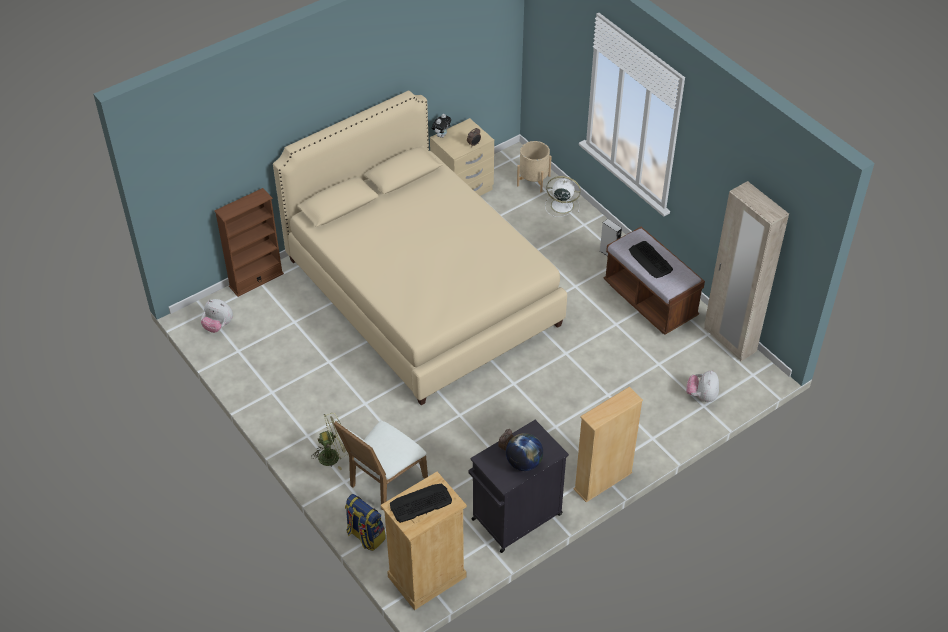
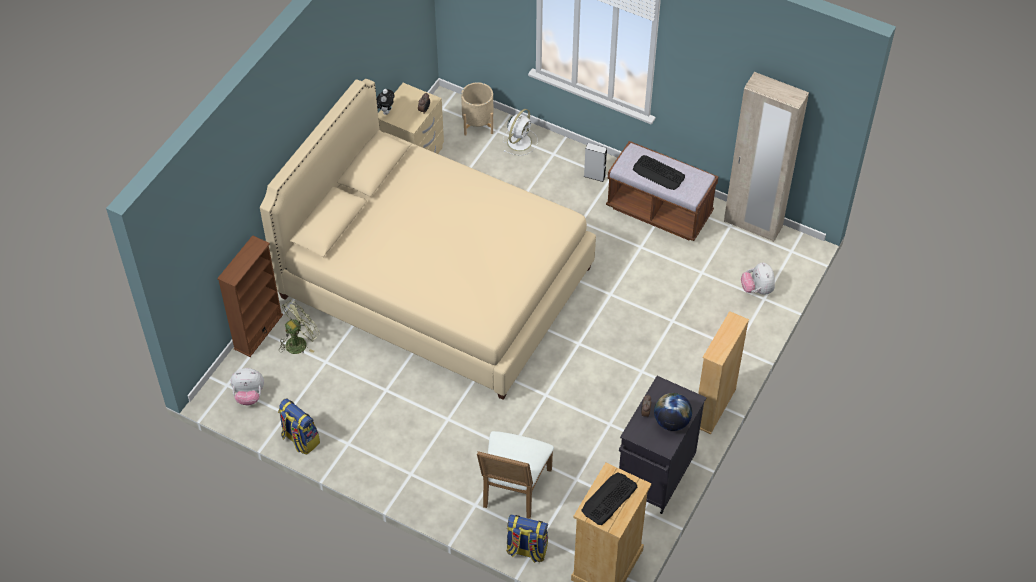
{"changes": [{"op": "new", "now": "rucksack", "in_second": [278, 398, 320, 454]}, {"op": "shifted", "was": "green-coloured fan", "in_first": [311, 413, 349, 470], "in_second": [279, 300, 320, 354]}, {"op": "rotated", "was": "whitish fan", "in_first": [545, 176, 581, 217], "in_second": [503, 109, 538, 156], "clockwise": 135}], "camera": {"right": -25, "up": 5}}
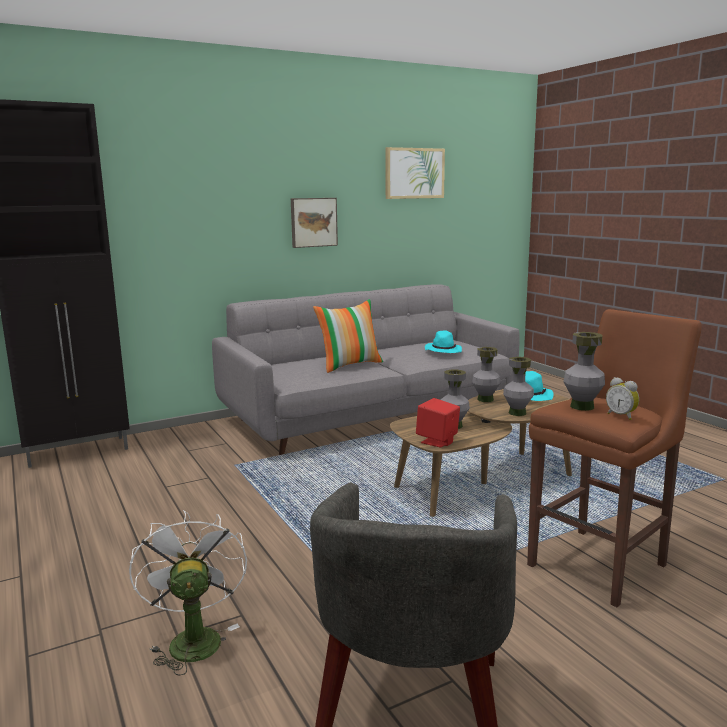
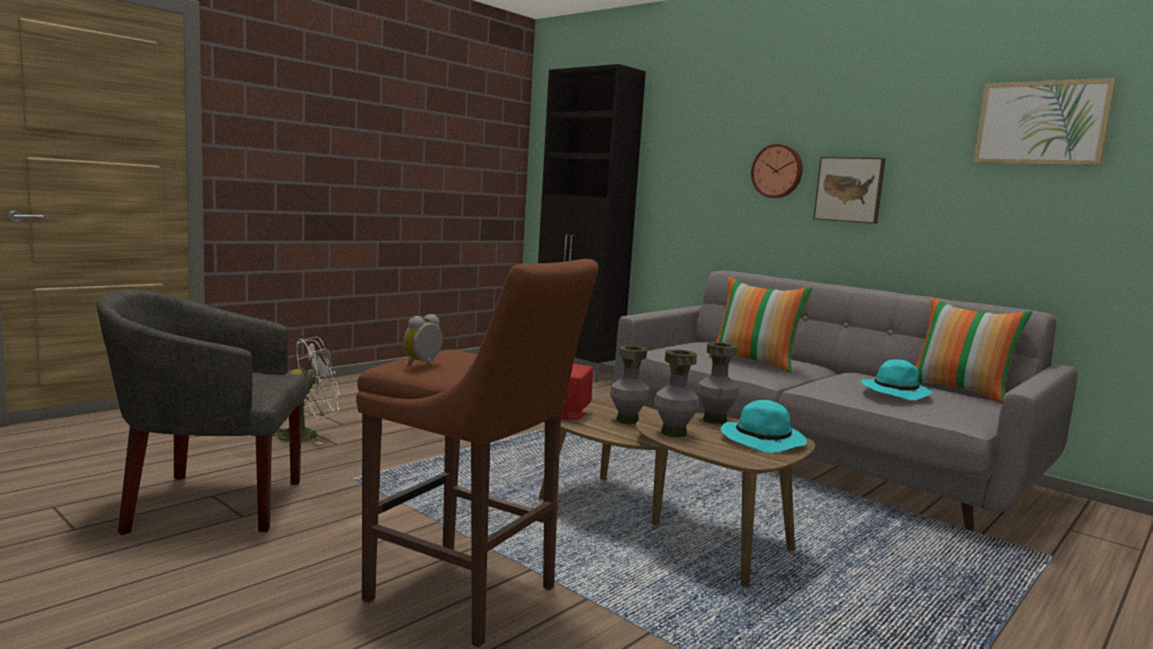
{"changes": [{"op": "gone", "was": "gray vase", "in_first": [563, 332, 605, 411]}, {"op": "new", "now": "hanging clock", "in_second": [751, 144, 803, 198]}, {"op": "new", "now": "pillow", "in_second": [915, 297, 1033, 404]}], "camera": {"right": 70, "up": -5}}
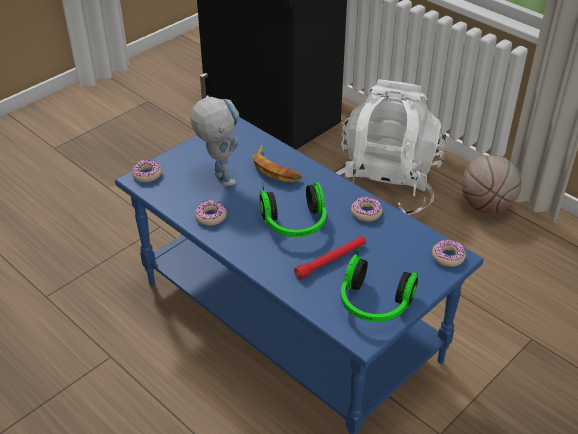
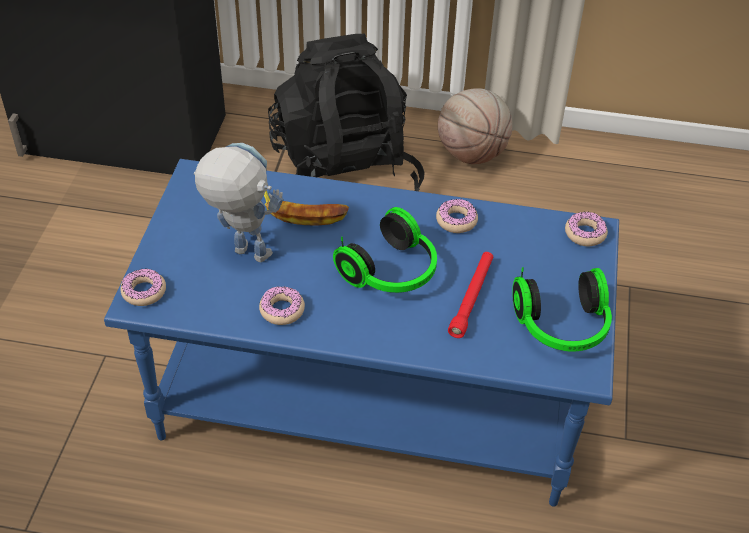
{"changes": [{"op": "repainted", "was": "whitish rucksack", "now": "black-coloured rucksack", "in_first": [335, 79, 447, 215], "in_second": [268, 34, 424, 191]}], "camera": {"right": -35, "up": 5}}
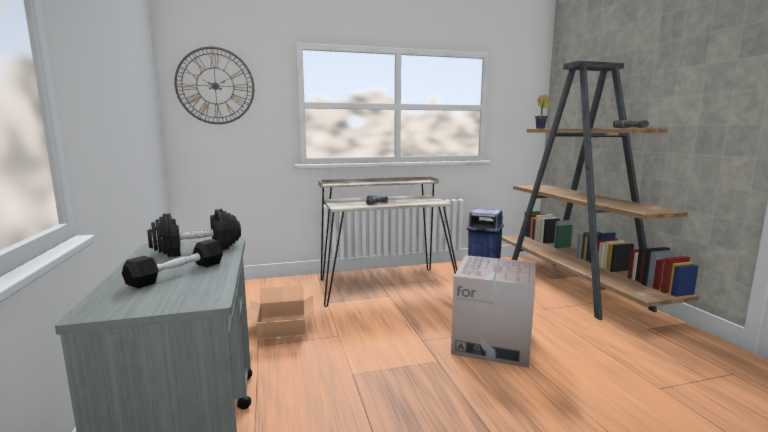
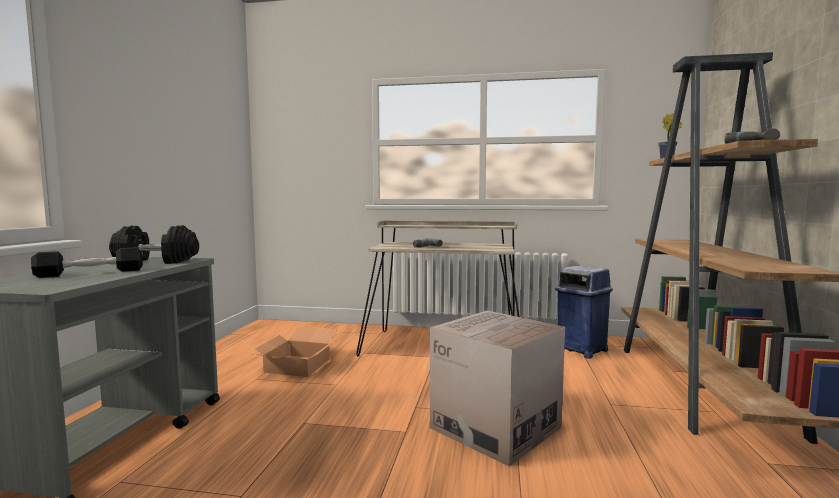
{"changes": [{"op": "gone", "was": "hanging clock", "in_first": [174, 47, 254, 124]}], "camera": {"right": 25, "up": -5}}
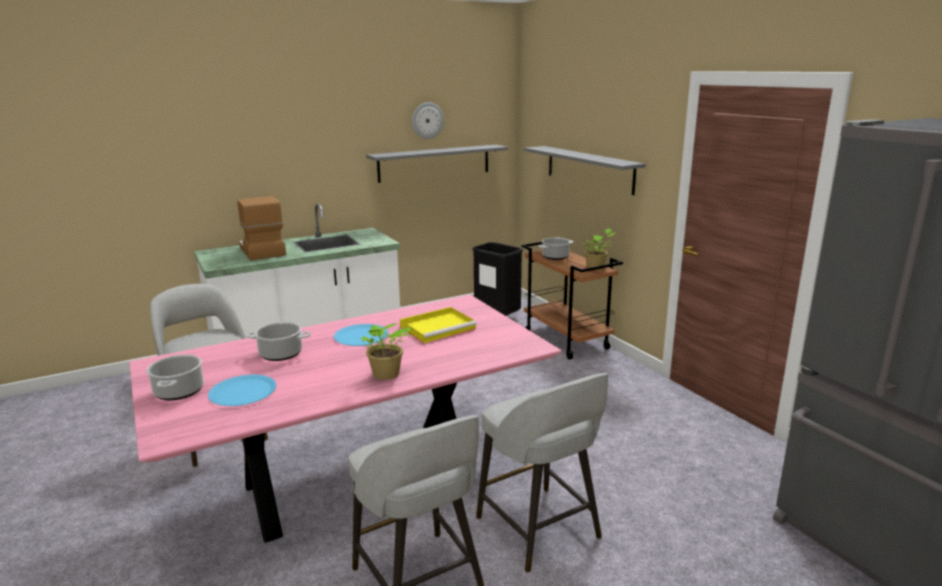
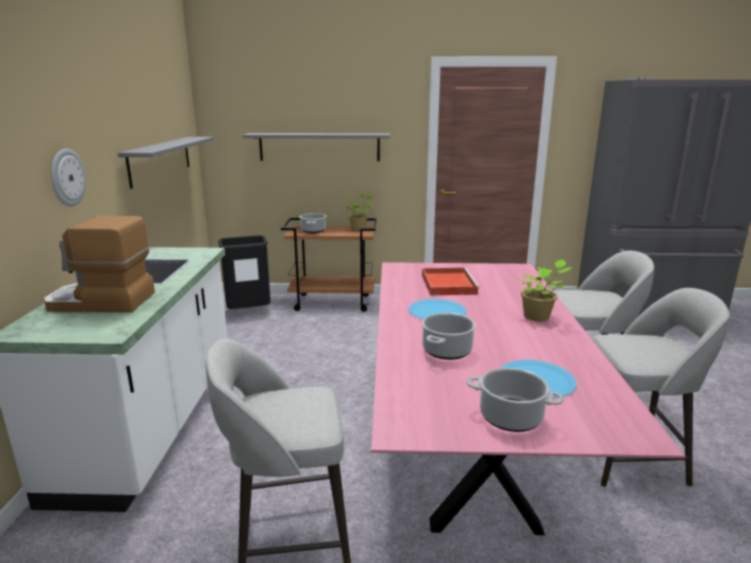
{"changes": [{"op": "shifted", "was": "hanging clock", "in_first": [412, 102, 444, 139], "in_second": [51, 149, 86, 207]}, {"op": "repainted", "was": "yellow-coloured serving tray", "now": "red-coloured serving tray", "in_first": [400, 307, 477, 343], "in_second": [422, 267, 480, 296]}], "camera": {"right": -60, "up": 0}}
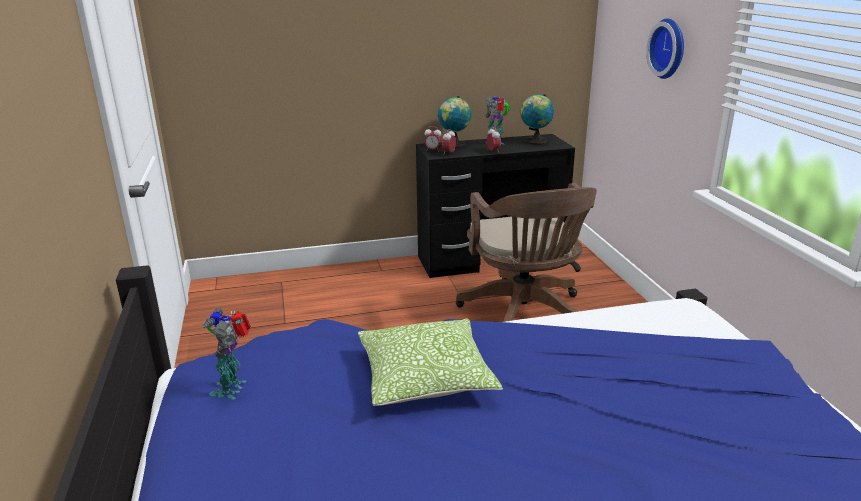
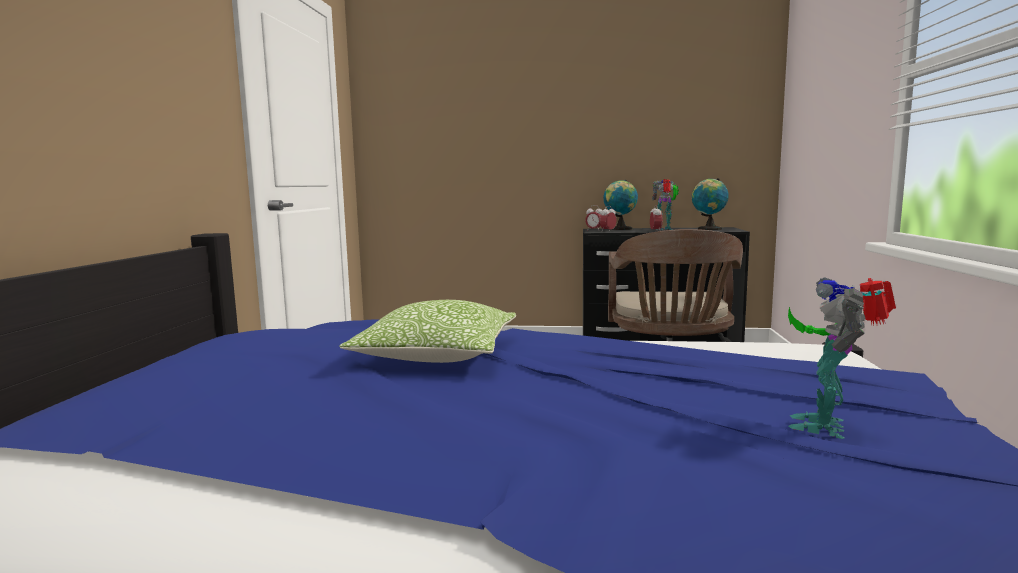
{"changes": [{"op": "gone", "was": "hanging clock", "in_first": [646, 18, 684, 79]}, {"op": "shifted", "was": "model robot", "in_first": [203, 307, 251, 400], "in_second": [788, 277, 896, 439]}], "camera": {"right": 20, "up": -15}}
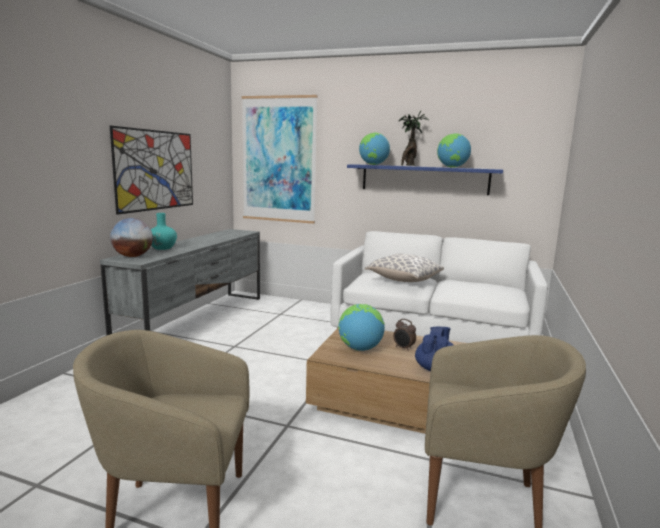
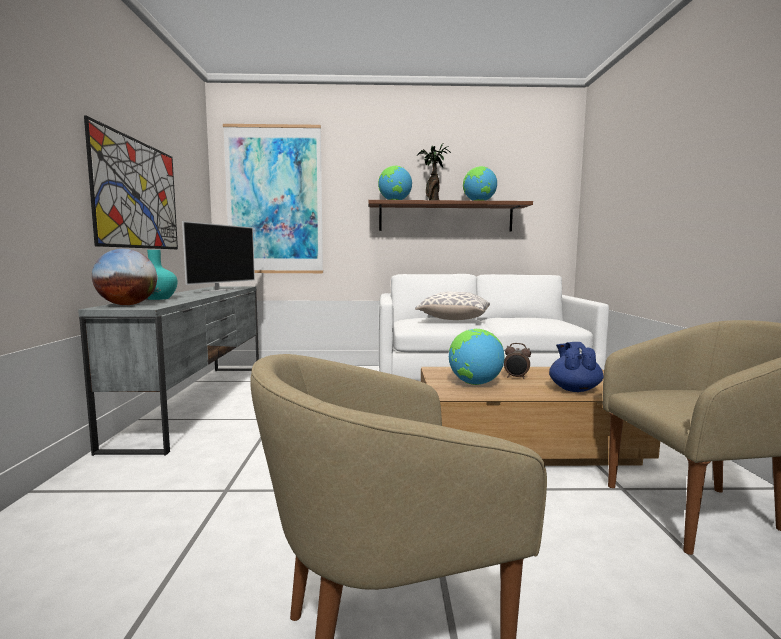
{"changes": [{"op": "new", "now": "TV set", "in_second": [182, 221, 255, 292]}, {"op": "repainted", "was": "blue-coloured bracket shelf", "now": "brown bracket shelf", "in_first": [347, 164, 503, 195], "in_second": [369, 200, 533, 232]}], "camera": {"right": -20, "up": -5}}
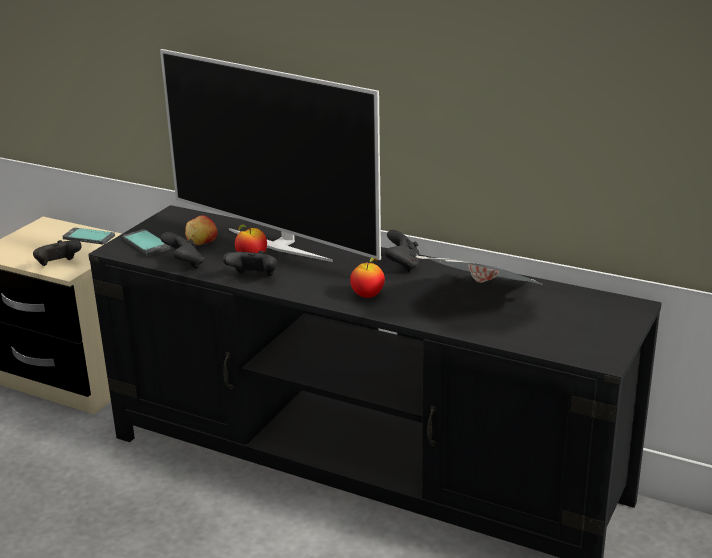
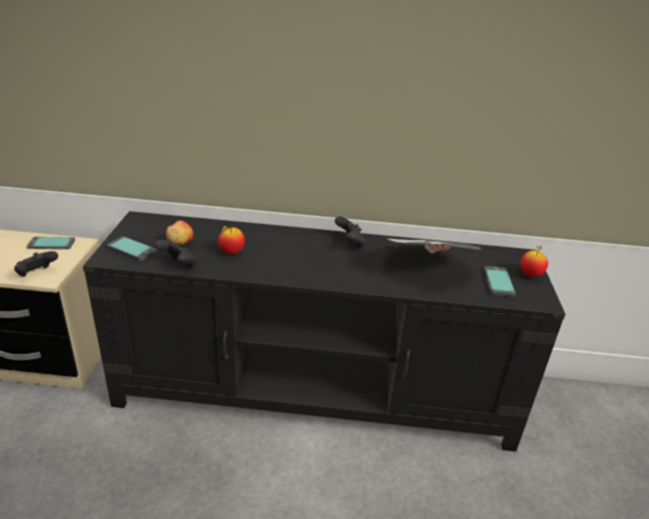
{"changes": [{"op": "gone", "was": "TV set", "in_first": [160, 49, 381, 262]}, {"op": "gone", "was": "black-coloured gamepad", "in_first": [222, 251, 277, 276]}, {"op": "new", "now": "handset", "in_second": [484, 266, 516, 297]}, {"op": "shifted", "was": "whole apple", "in_first": [350, 257, 385, 298], "in_second": [520, 246, 548, 277]}], "camera": {"right": -25, "up": 5}}
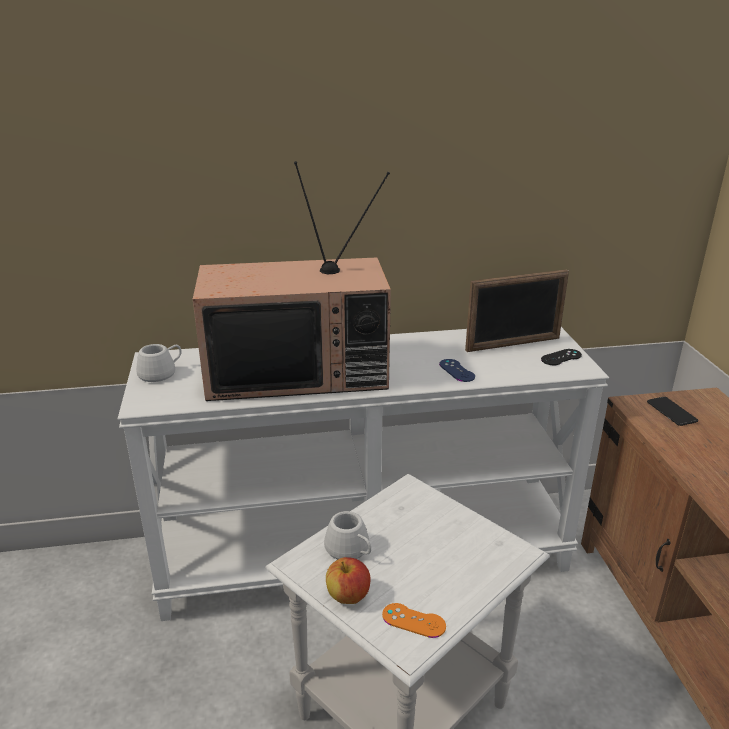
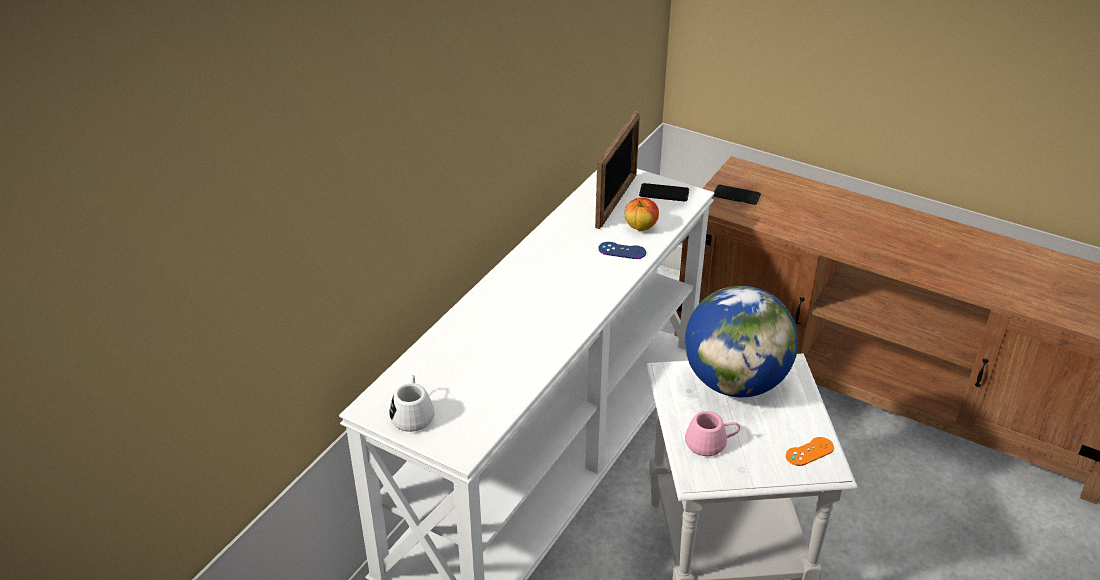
{"changes": [{"op": "gone", "was": "TV set", "in_first": [193, 161, 391, 401]}, {"op": "new", "now": "world globe", "in_second": [685, 286, 798, 397]}, {"op": "shifted", "was": "whole apple", "in_first": [326, 557, 370, 604], "in_second": [625, 198, 659, 231]}, {"op": "swapped", "was": "black-coloured gamepad", "now": "handset", "in_first": [541, 349, 582, 365], "in_second": [639, 183, 689, 201]}, {"op": "repainted", "was": "whitish tea mug", "now": "pinkish tea mug", "in_first": [324, 511, 371, 559], "in_second": [685, 411, 740, 456]}], "camera": {"right": -50, "up": 10}}
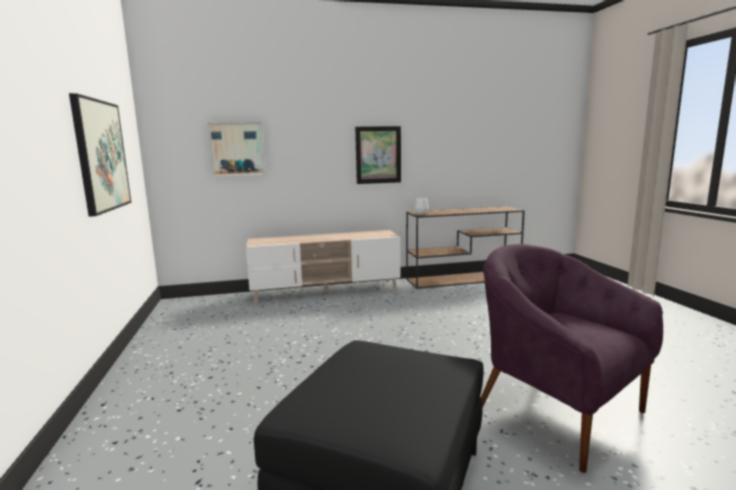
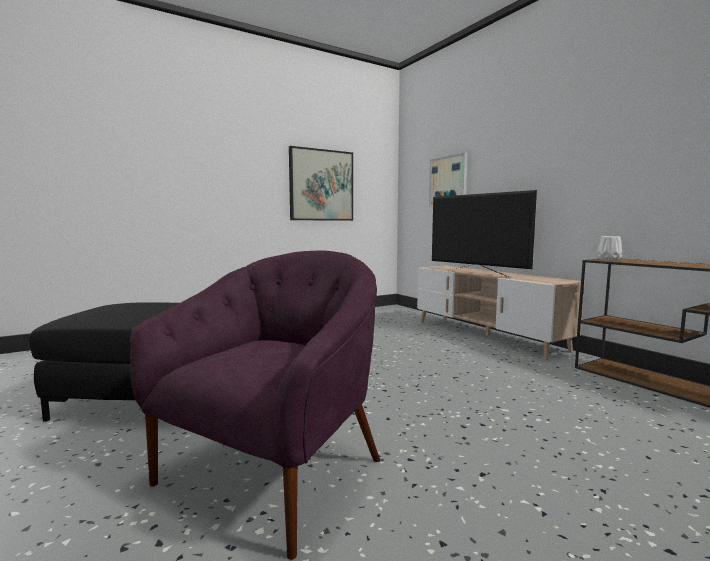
{"changes": [{"op": "gone", "was": "wall art", "in_first": [355, 126, 401, 184]}, {"op": "new", "now": "TV set", "in_second": [432, 190, 537, 277]}], "camera": {"right": 70, "up": -5}}
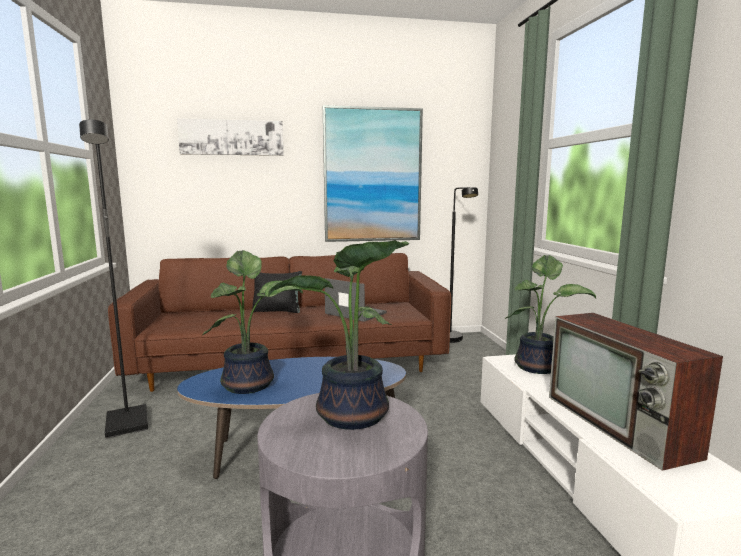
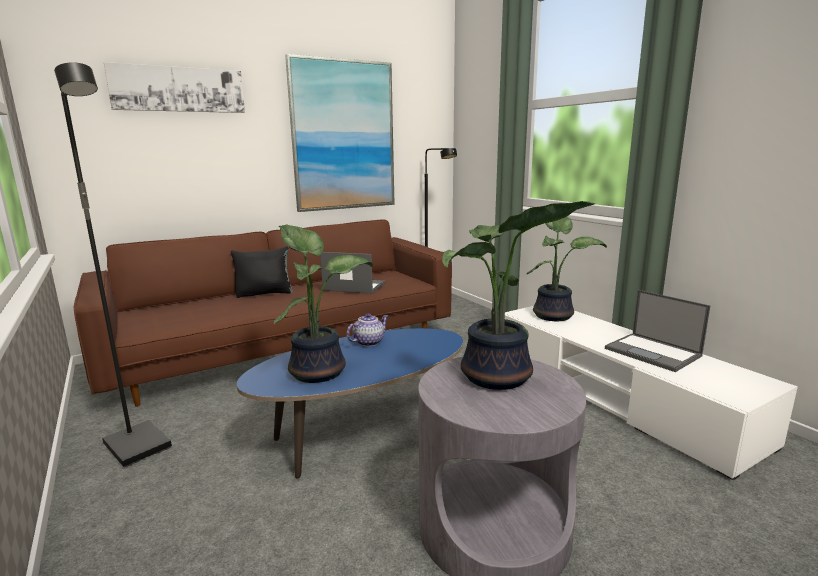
{"changes": [{"op": "new", "now": "teapot", "in_second": [346, 313, 388, 346]}, {"op": "swapped", "was": "TV set", "now": "laptop", "in_first": [549, 313, 723, 471], "in_second": [605, 290, 710, 372]}], "camera": {"right": -20, "up": 5}}
